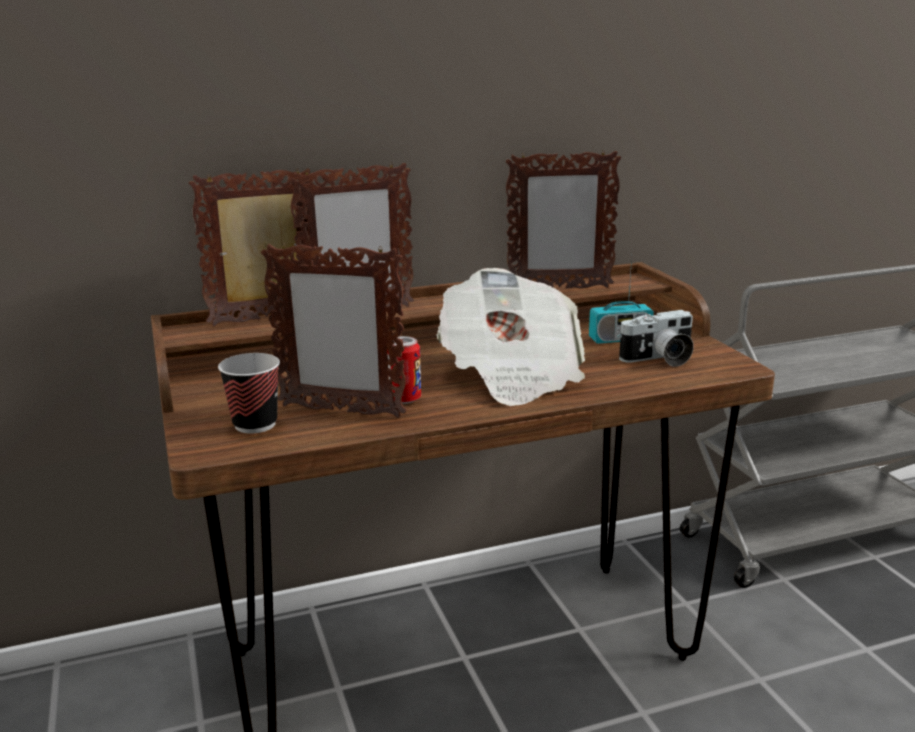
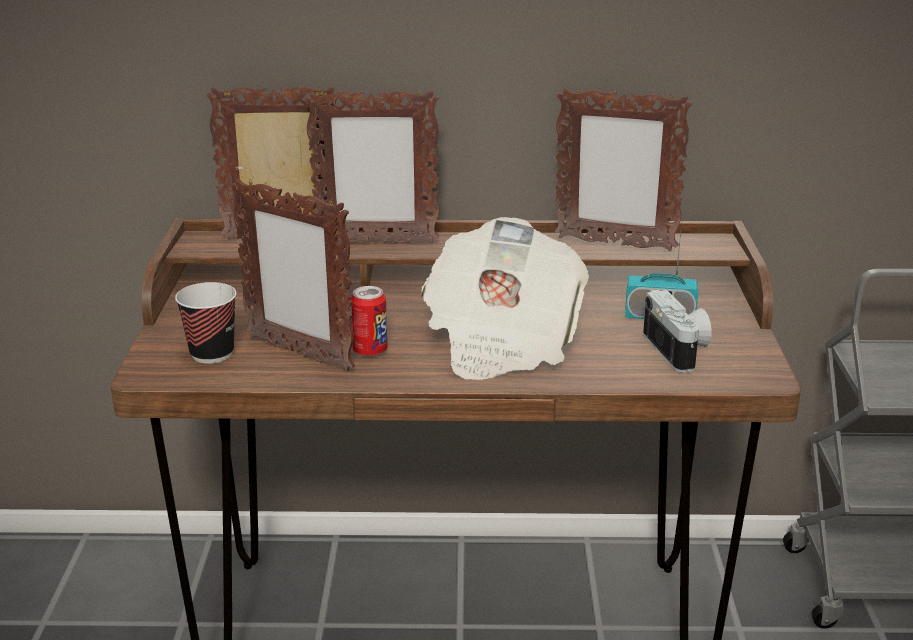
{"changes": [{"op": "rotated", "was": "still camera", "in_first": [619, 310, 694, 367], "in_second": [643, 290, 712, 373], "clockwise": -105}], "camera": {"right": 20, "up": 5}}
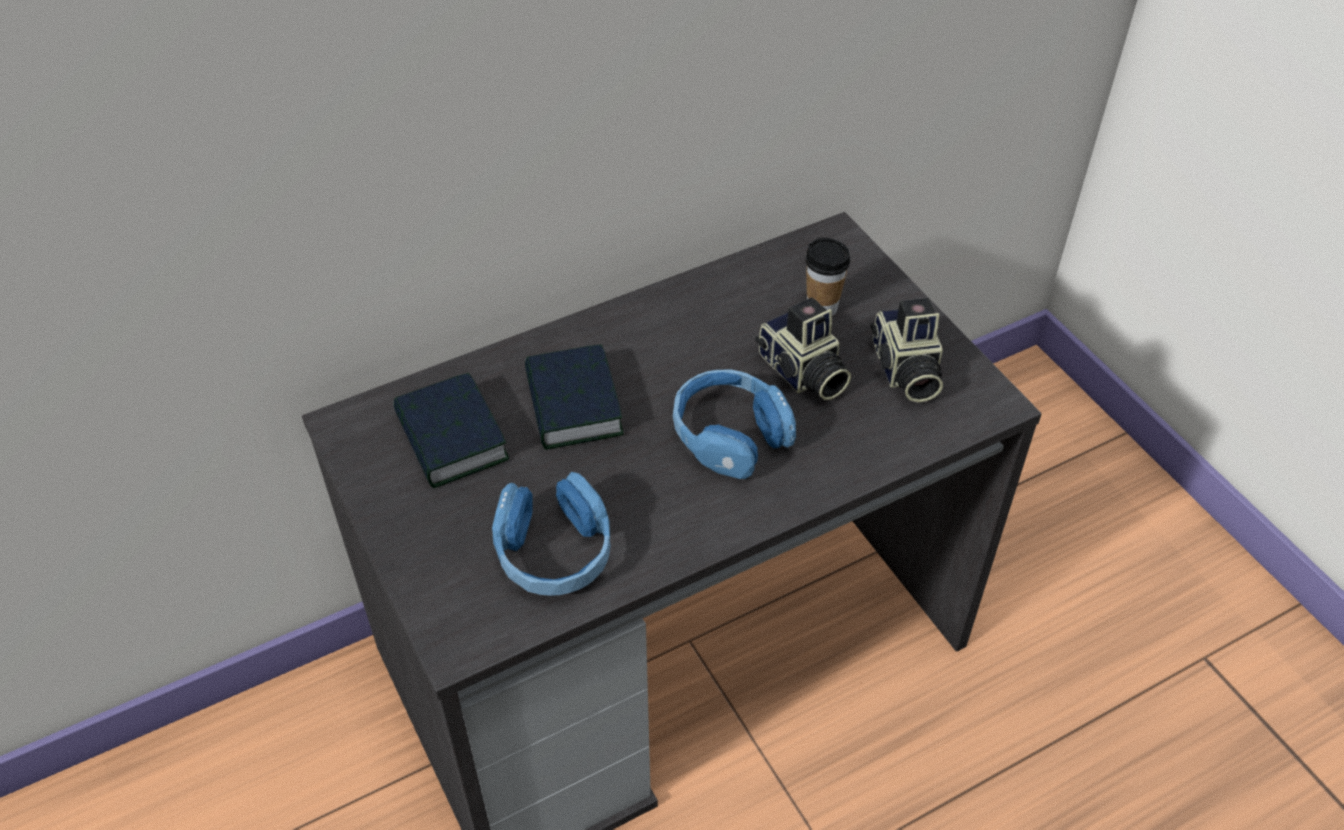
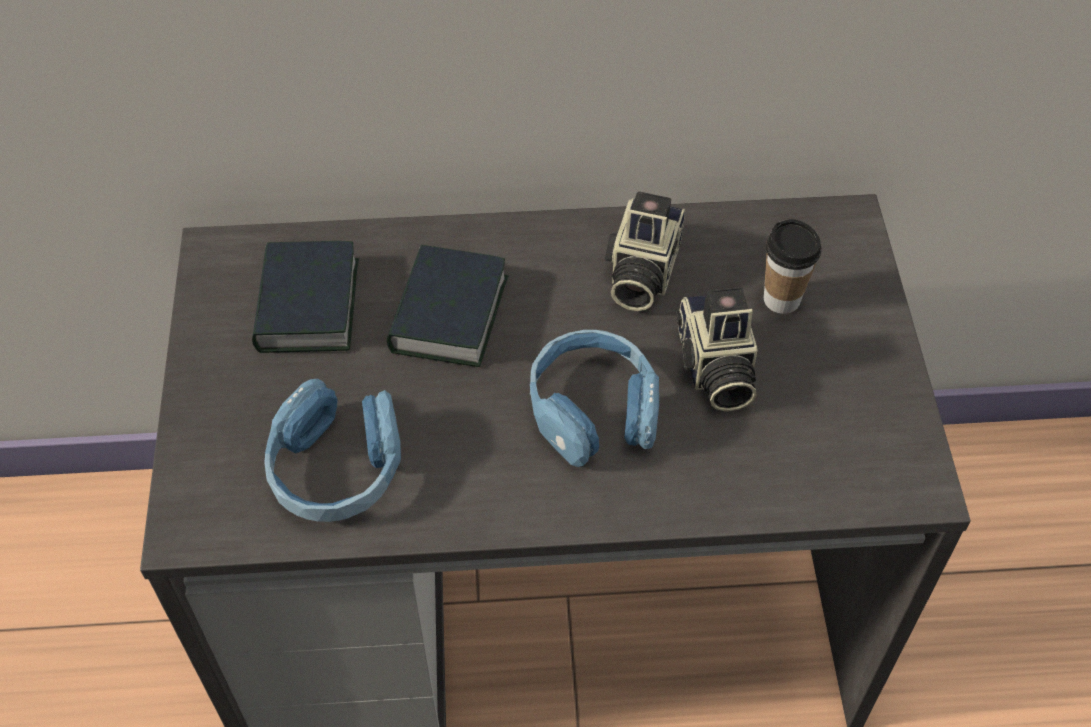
{"changes": [{"op": "shifted", "was": "still camera", "in_first": [871, 298, 943, 403], "in_second": [605, 191, 685, 311]}], "camera": {"right": 25, "up": 5}}
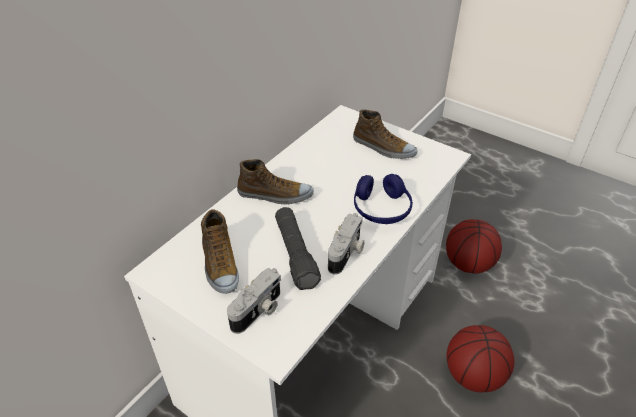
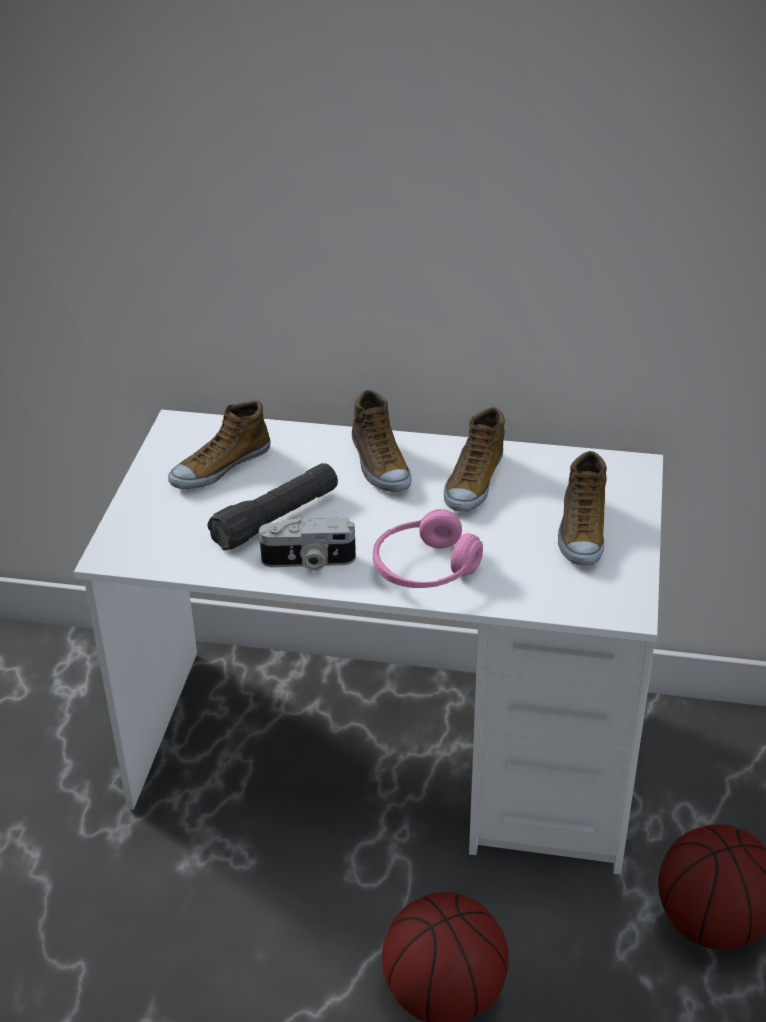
{"changes": [{"op": "gone", "was": "still camera", "in_first": [227, 268, 281, 334]}, {"op": "new", "now": "shoe", "in_second": [444, 407, 505, 512]}, {"op": "repainted", "was": "blue-coloured pair of headphones", "now": "pinkish pair of headphones", "in_first": [354, 174, 413, 224], "in_second": [373, 509, 483, 588]}], "camera": {"right": 65, "up": -5}}
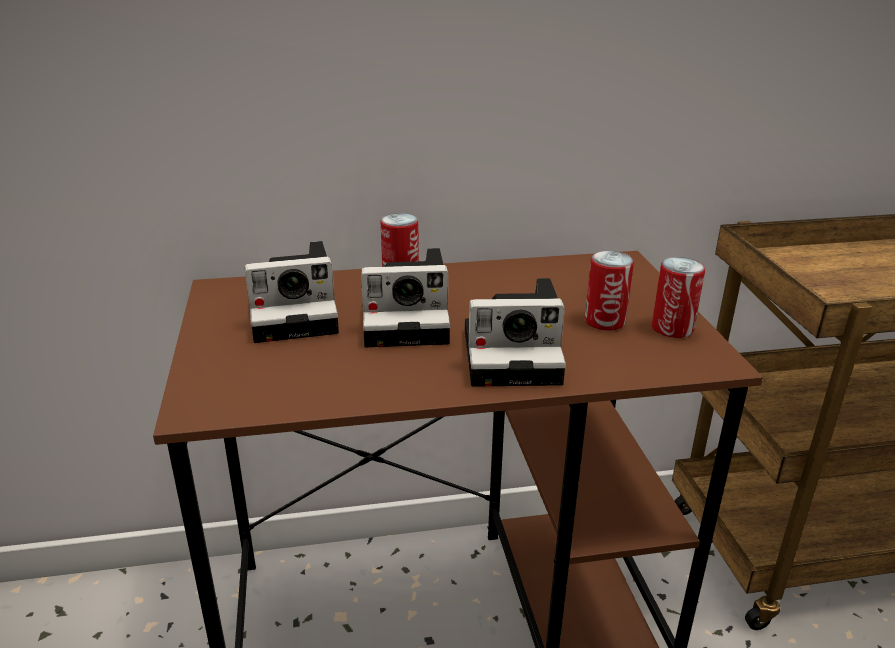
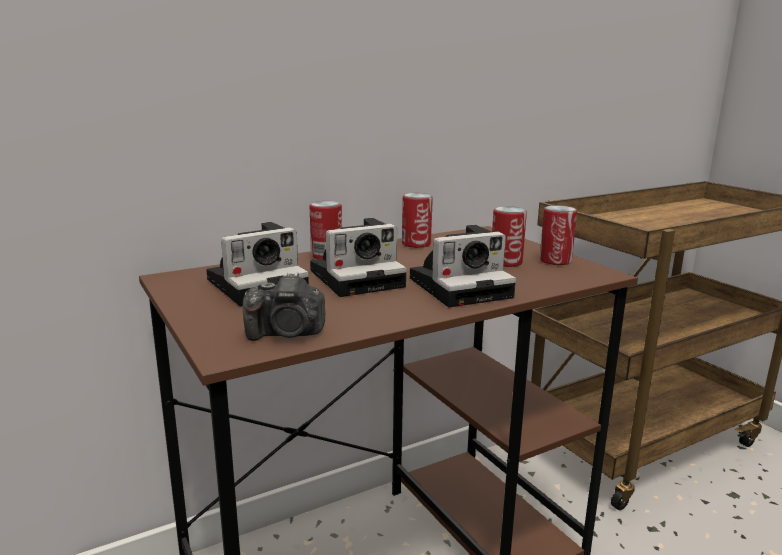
{"changes": [{"op": "new", "now": "still camera", "in_second": [243, 272, 326, 341]}, {"op": "new", "now": "can", "in_second": [402, 193, 433, 248]}], "camera": {"right": -20, "up": -10}}
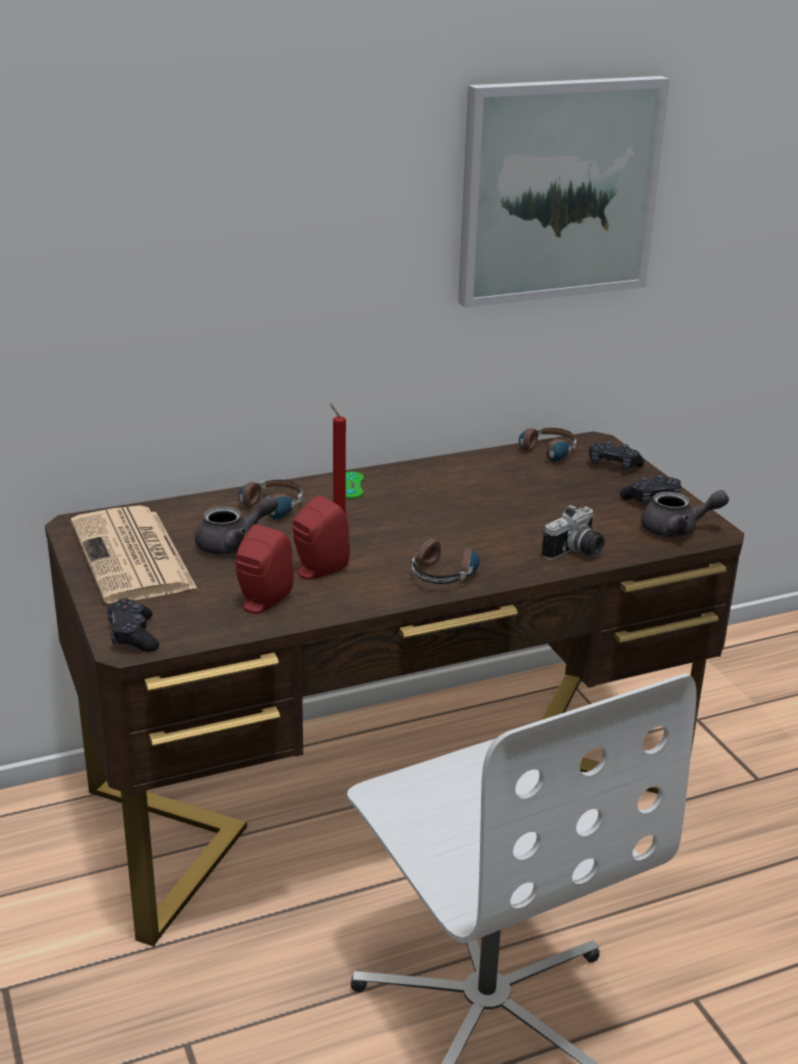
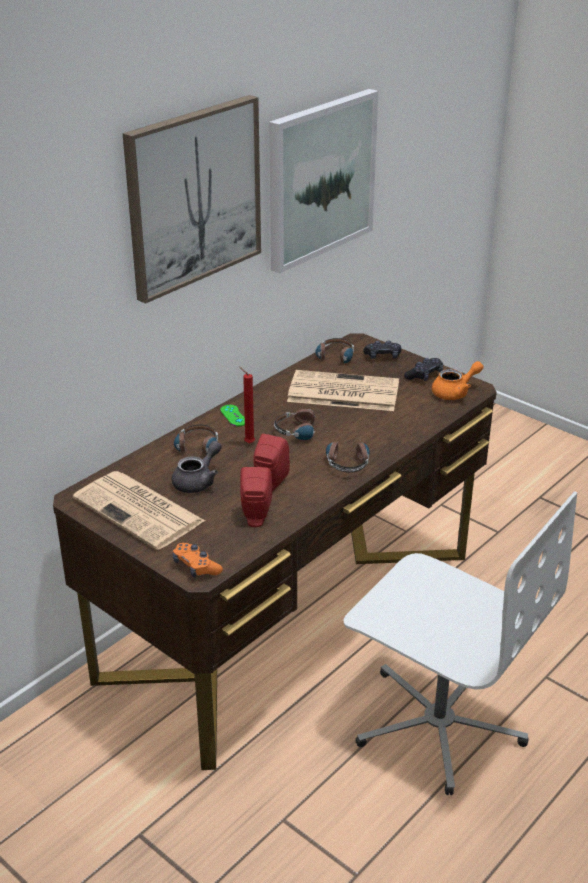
{"changes": [{"op": "gone", "was": "still camera", "in_first": [542, 504, 605, 560]}, {"op": "new", "now": "wall art", "in_second": [123, 95, 261, 304]}, {"op": "new", "now": "pair of headphones", "in_second": [274, 409, 328, 440]}, {"op": "new", "now": "daily paper", "in_second": [287, 370, 399, 411]}, {"op": "repainted", "was": "black-coloured gamepad", "now": "orange gamepad", "in_first": [106, 598, 159, 652], "in_second": [173, 543, 223, 577]}, {"op": "repainted", "was": "gray teapot", "now": "orange teapot", "in_first": [641, 490, 729, 537], "in_second": [432, 361, 483, 400]}], "camera": {"right": -25, "up": 5}}
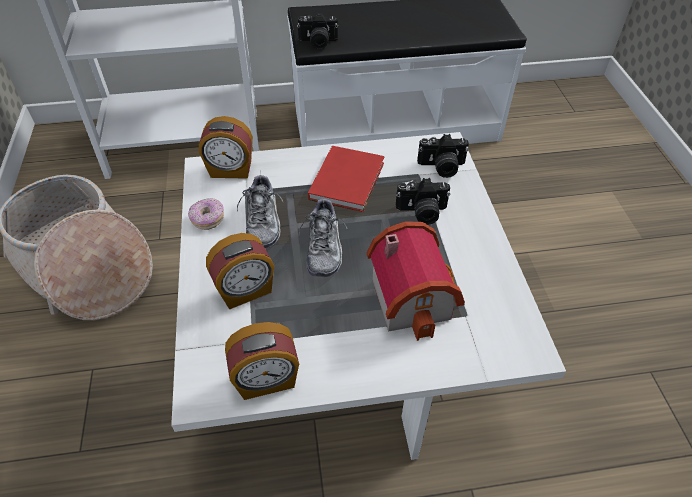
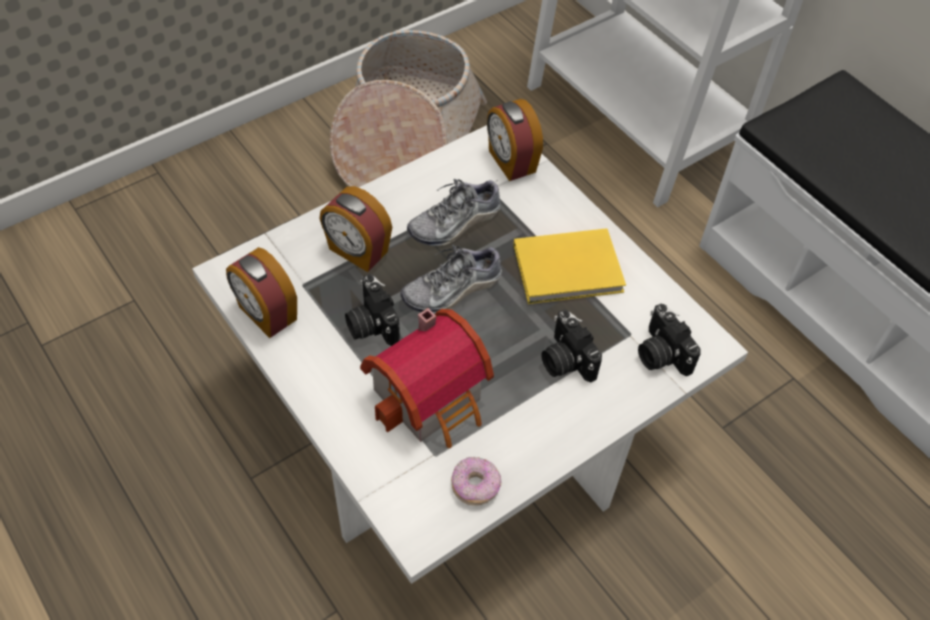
{"changes": [{"op": "shifted", "was": "ring doughnut", "in_first": [188, 198, 224, 230], "in_second": [451, 457, 501, 506]}, {"op": "shifted", "was": "still camera", "in_first": [297, 12, 338, 49], "in_second": [345, 274, 400, 346]}, {"op": "repainted", "was": "red-coloured book", "now": "yellow-coloured book", "in_first": [308, 146, 385, 212], "in_second": [513, 228, 626, 304]}], "camera": {"right": 60, "up": 5}}
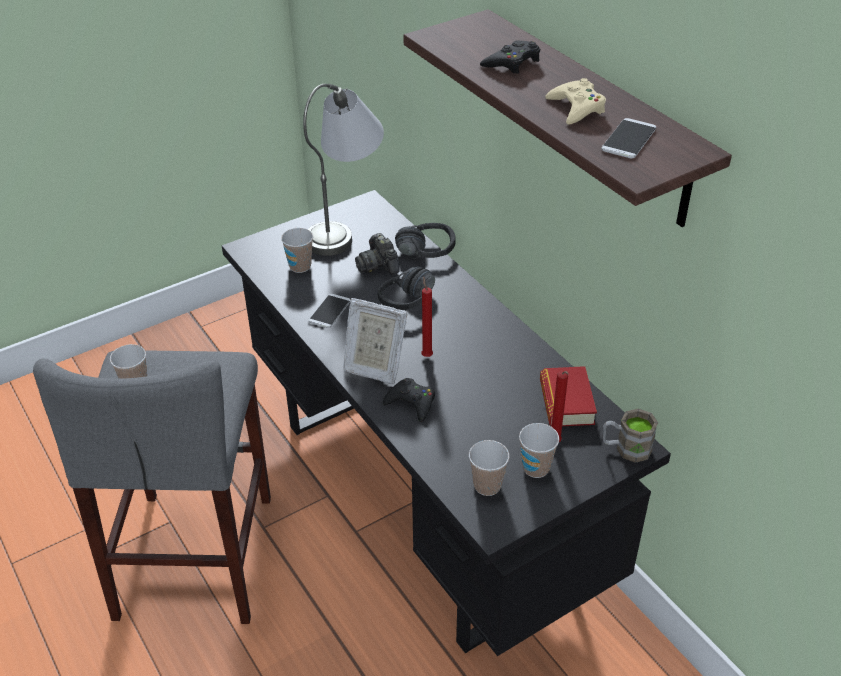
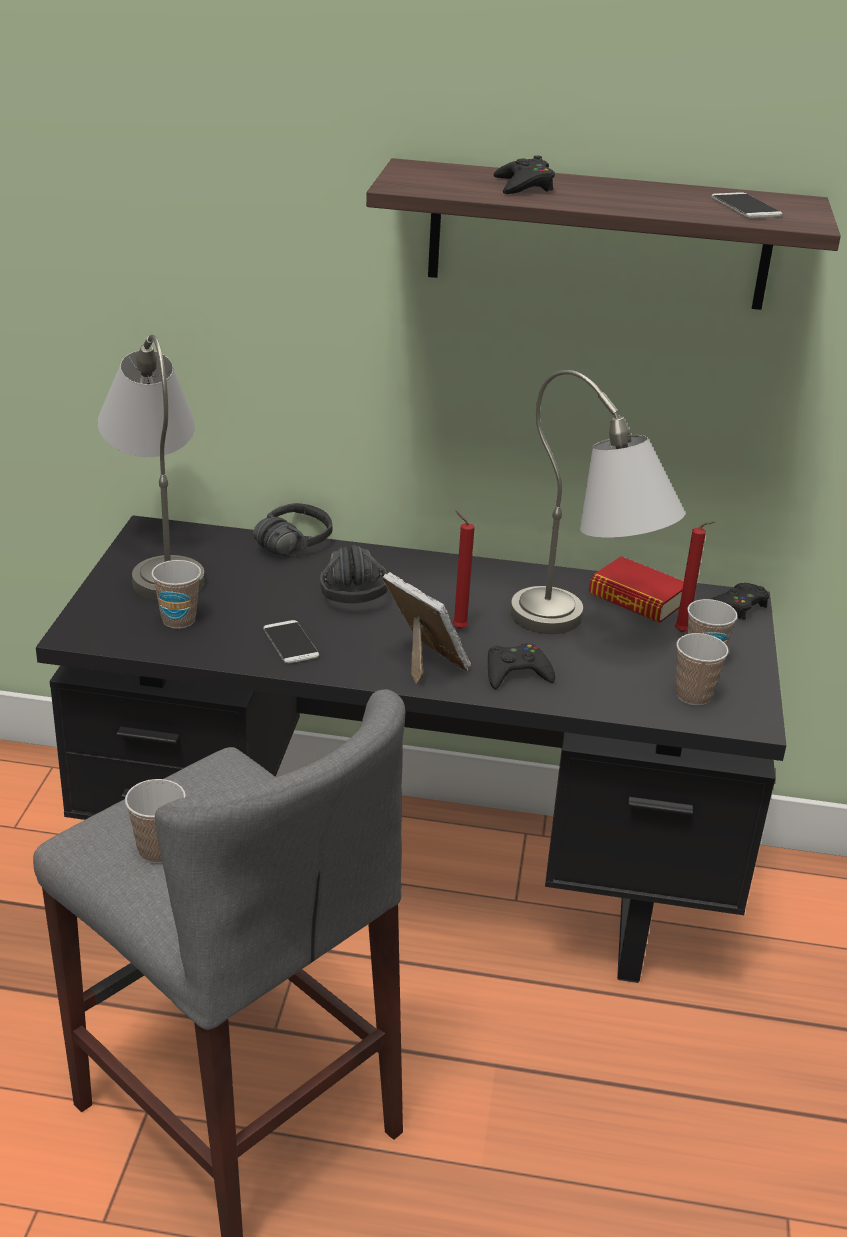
{"changes": [{"op": "gone", "was": "still camera", "in_first": [355, 233, 400, 275]}, {"op": "gone", "was": "beige gamepad", "in_first": [545, 78, 606, 125]}, {"op": "new", "now": "gray lamp for a table", "in_second": [510, 370, 685, 634]}, {"op": "swapped", "was": "brown tea mug", "now": "black-coloured gamepad", "in_first": [602, 409, 658, 463], "in_second": [711, 583, 770, 620]}, {"op": "rotated", "was": "picture frame", "in_first": [343, 298, 407, 384], "in_second": [382, 572, 471, 684], "clockwise": -105}], "camera": {"right": -50, "up": -10}}
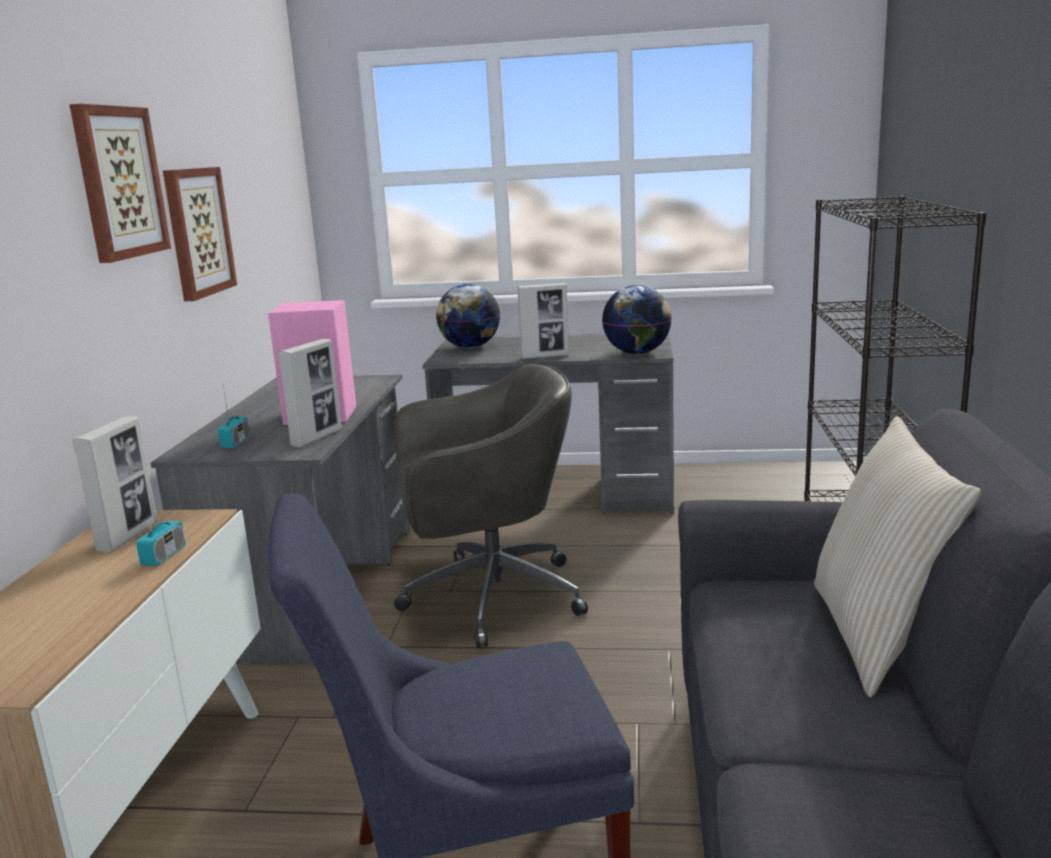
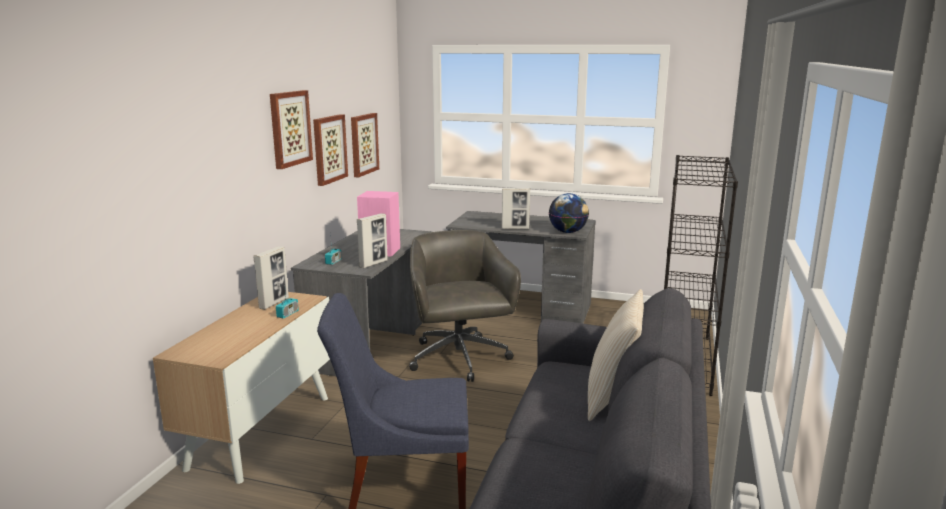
{"changes": [{"op": "gone", "was": "world globe", "in_first": [436, 284, 500, 348]}, {"op": "new", "now": "wall art", "in_second": [351, 113, 379, 177]}, {"op": "rotated", "was": "gray office chair", "in_first": [394, 364, 588, 647], "in_second": [409, 230, 521, 382], "clockwise": -105}], "camera": {"right": 10, "up": 0}}
